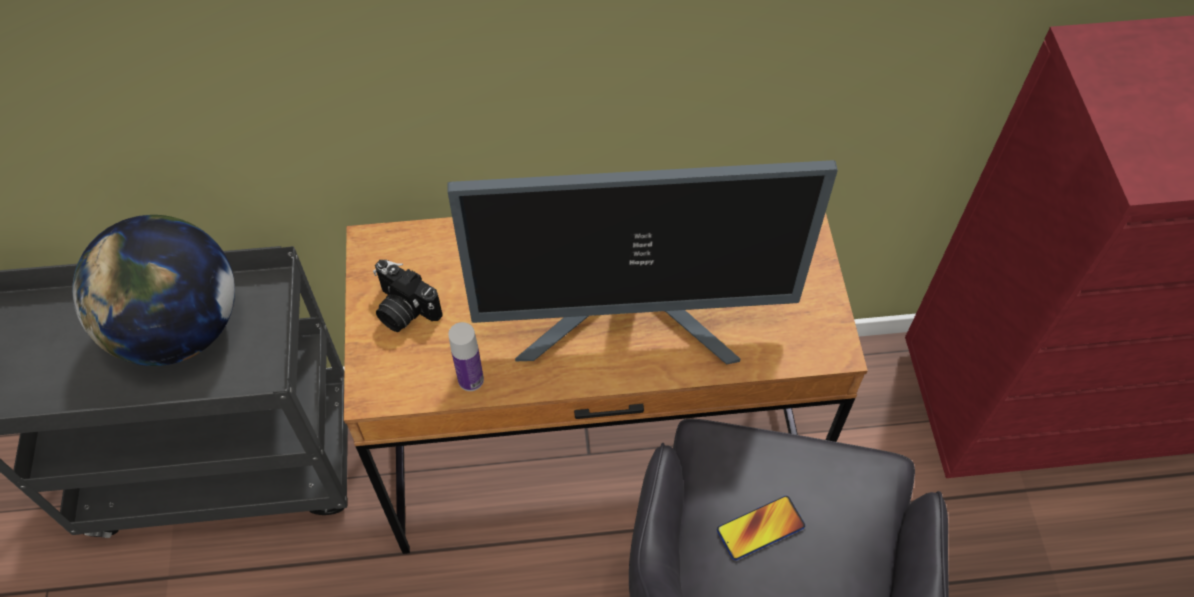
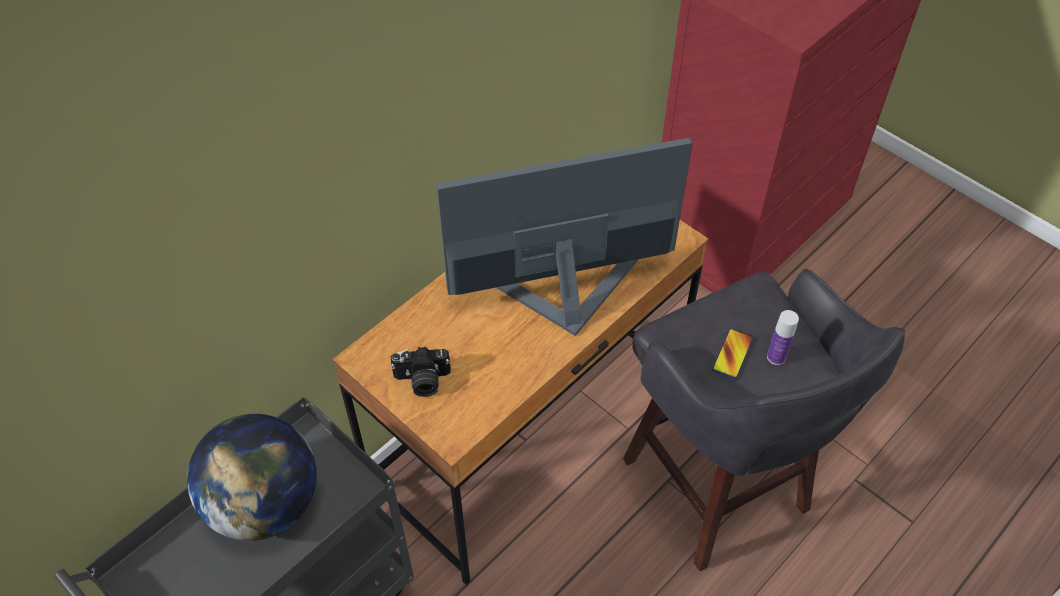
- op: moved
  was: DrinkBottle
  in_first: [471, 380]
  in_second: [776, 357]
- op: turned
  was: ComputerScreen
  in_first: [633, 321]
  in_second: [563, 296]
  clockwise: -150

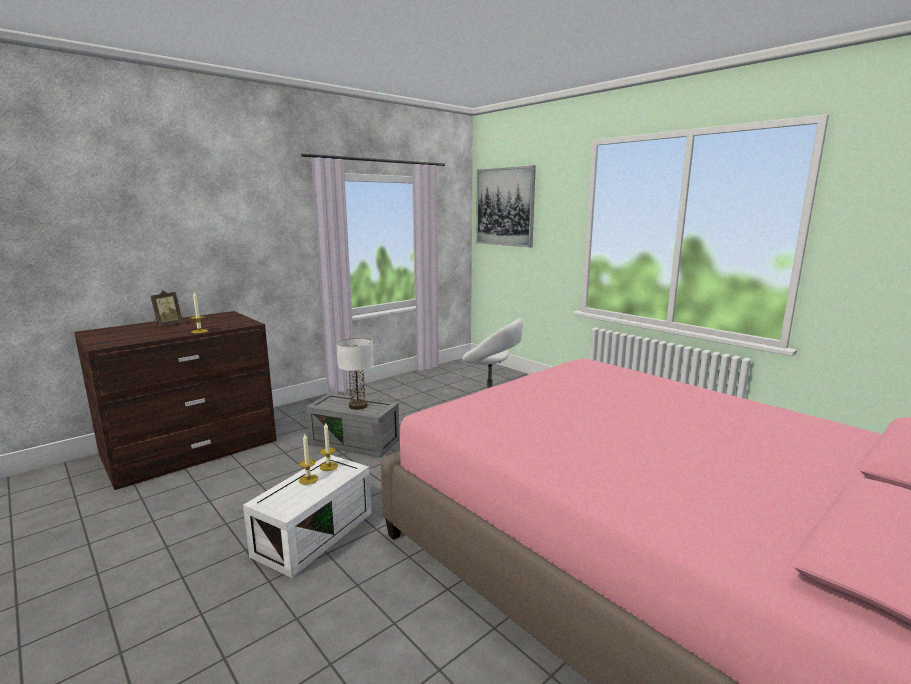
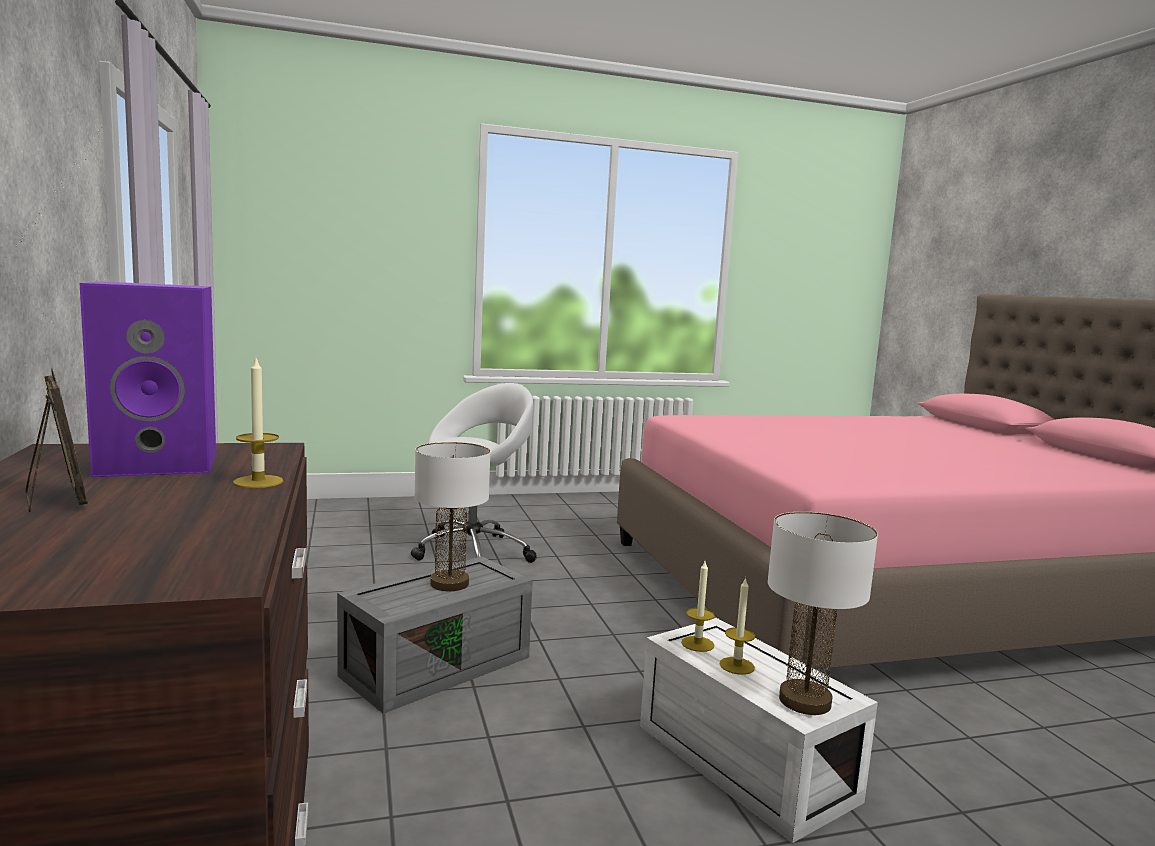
- op: removed
  was: WallPicture
  in_first: [505, 207]
- op: added
  now: PurpleColouredLoudspeaker
  in_second: [162, 463]
- op: added
  now: TabletopLamp
  in_second: [805, 701]

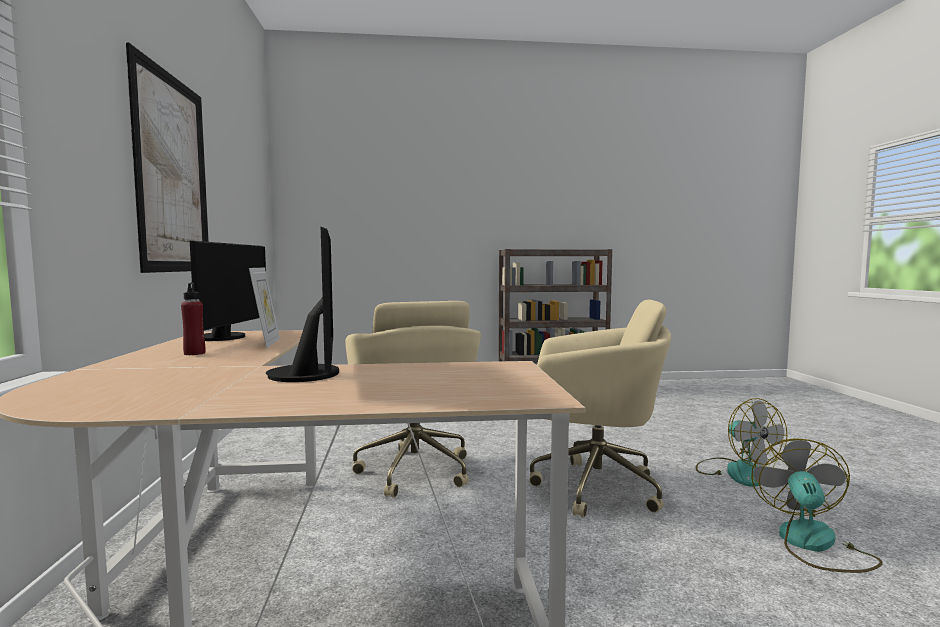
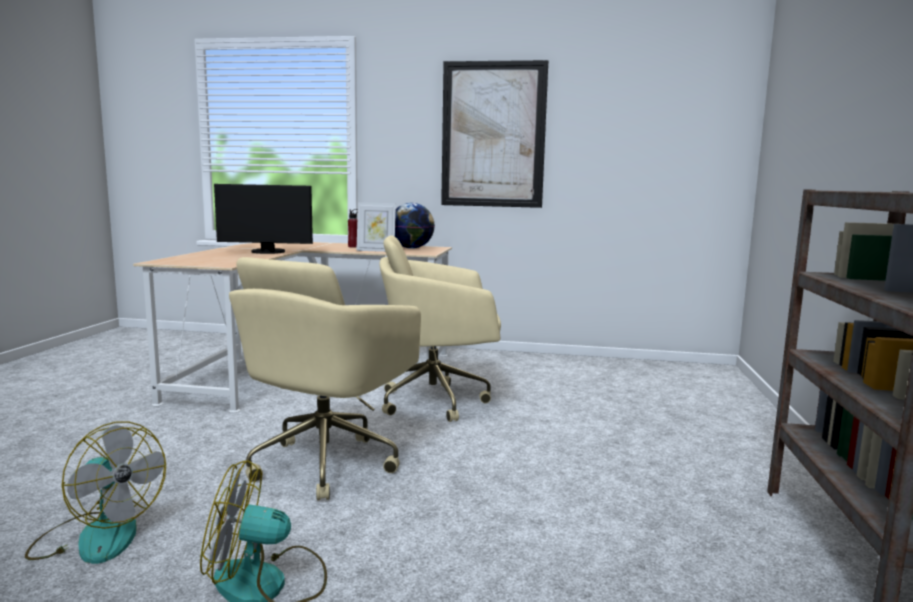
- op: replaced
  was: ComputerScreen
  now: Globe
  in_first: [226, 337]
  in_second: [411, 248]

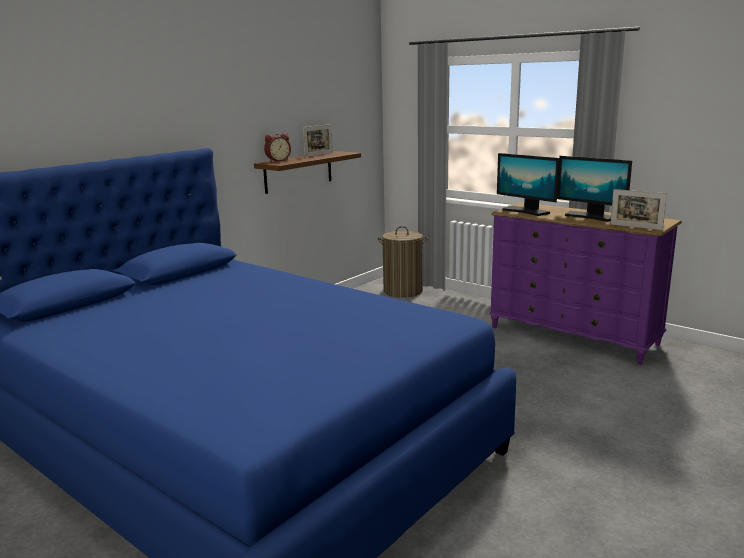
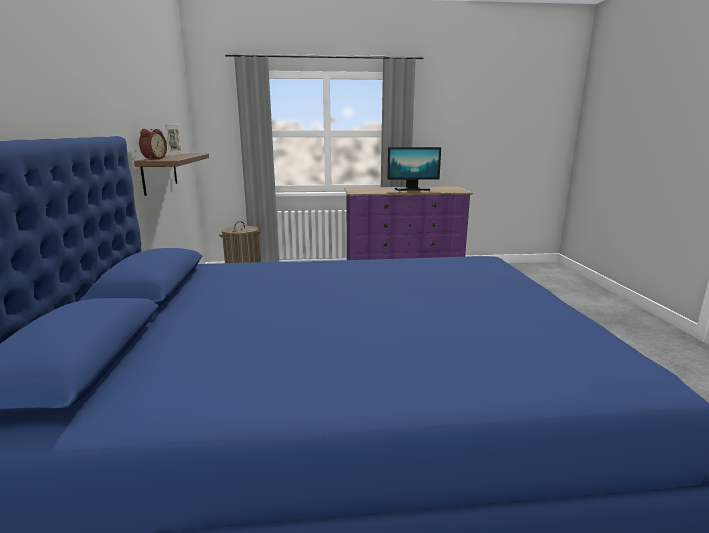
- op: removed
  was: ComputerScreen
  in_first: [526, 211]
- op: removed
  was: StandingFrame
  in_first: [636, 227]

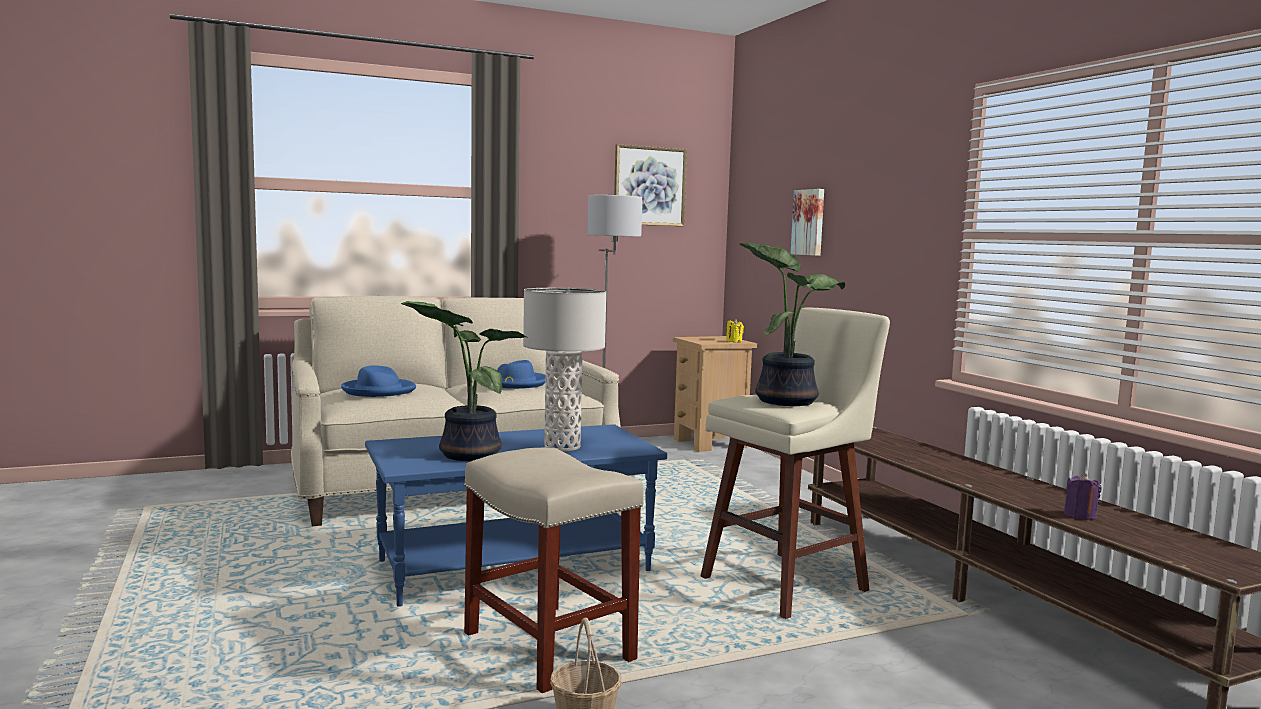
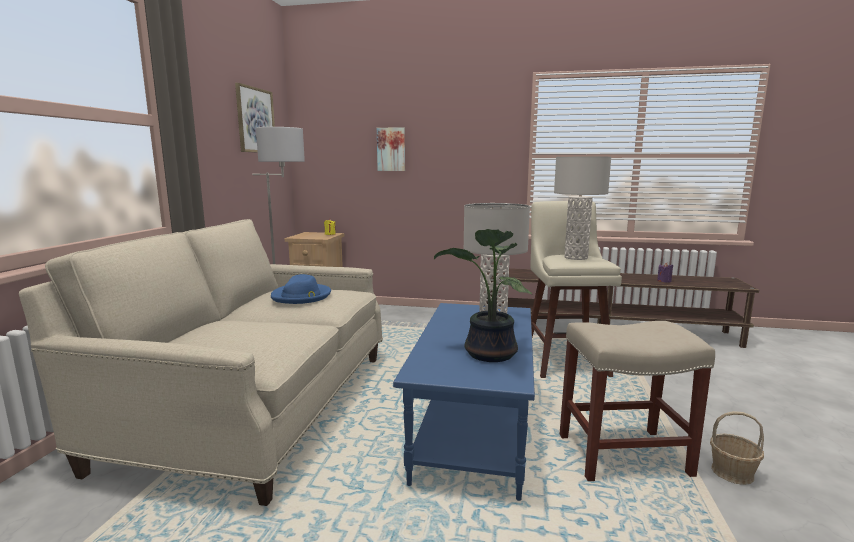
- op: removed
  was: BlueWearableHat
  in_first: [378, 391]
- op: replaced
  was: Houseplant
  now: WhiteColouredTabletopLamp
  in_first: [785, 400]
  in_second: [575, 257]

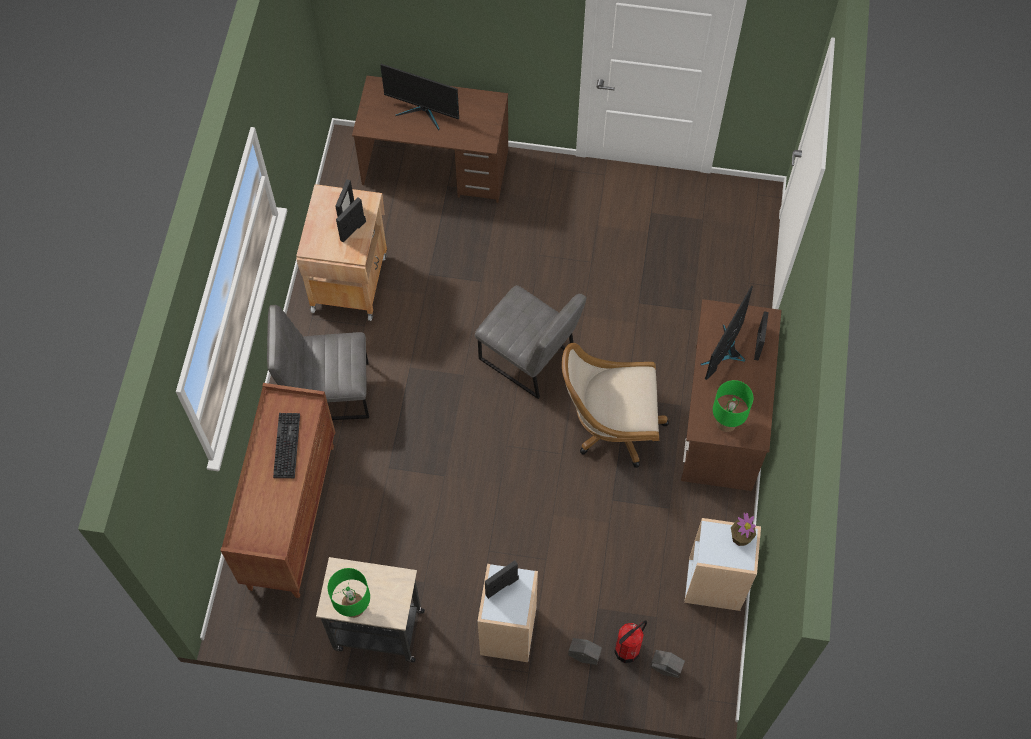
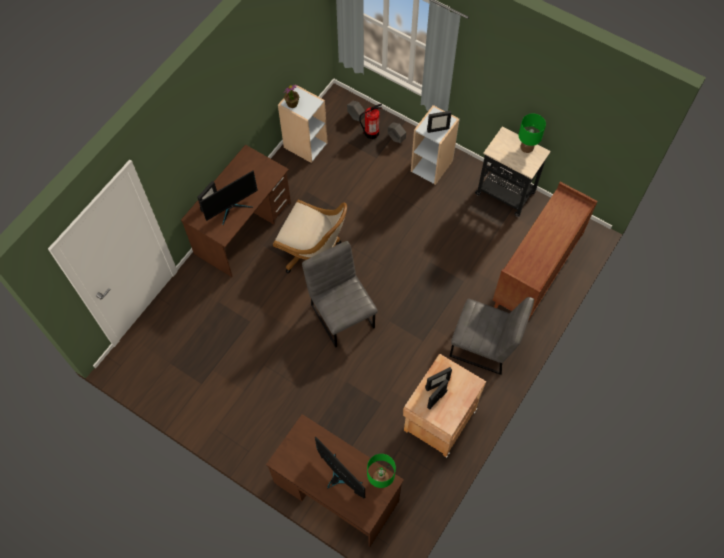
- op: removed
  was: Keyboard
  in_first: [285, 444]
- op: moved
  was: GreenishTabletopLamp
  in_first: [726, 422]
  in_second: [380, 479]

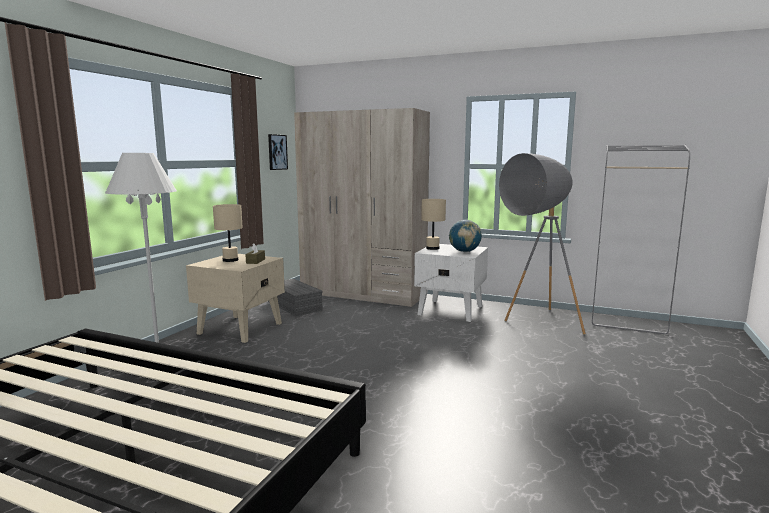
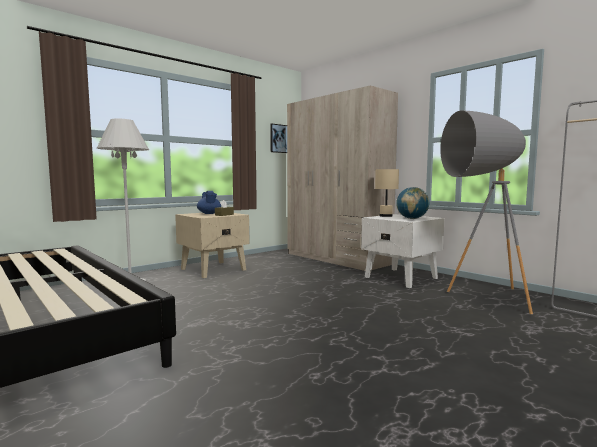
- op: removed
  was: GrayStorageBin
  in_first: [293, 305]
- op: replaced
  was: BeigeTabletopLamp
  now: BlueTeaPot
  in_first: [230, 260]
  in_second: [209, 213]

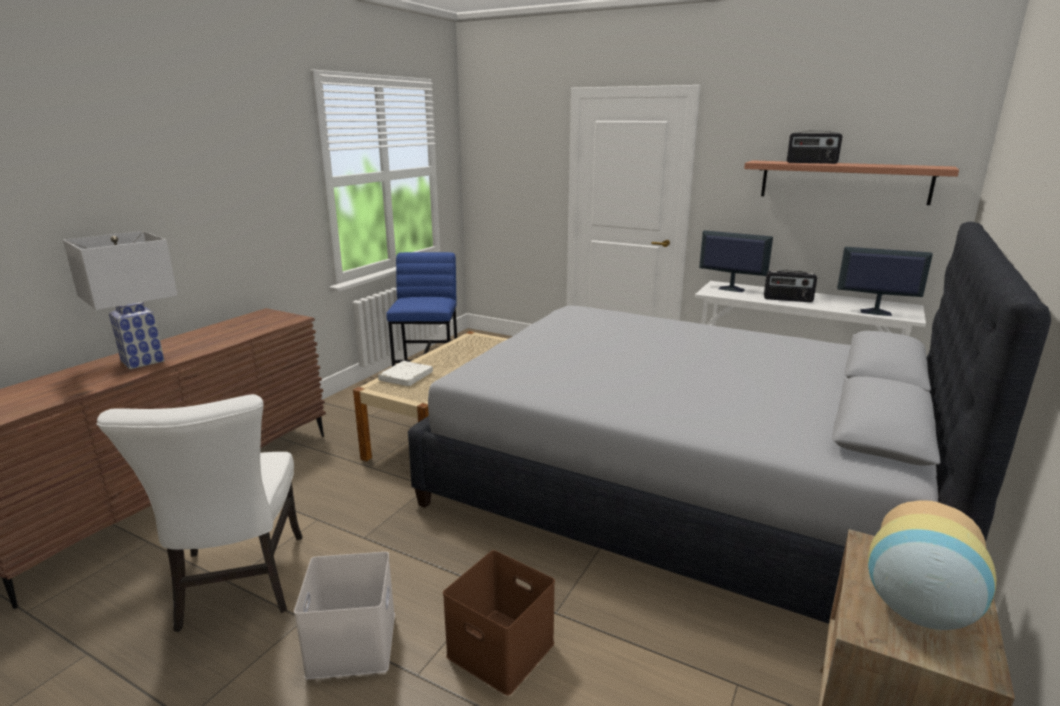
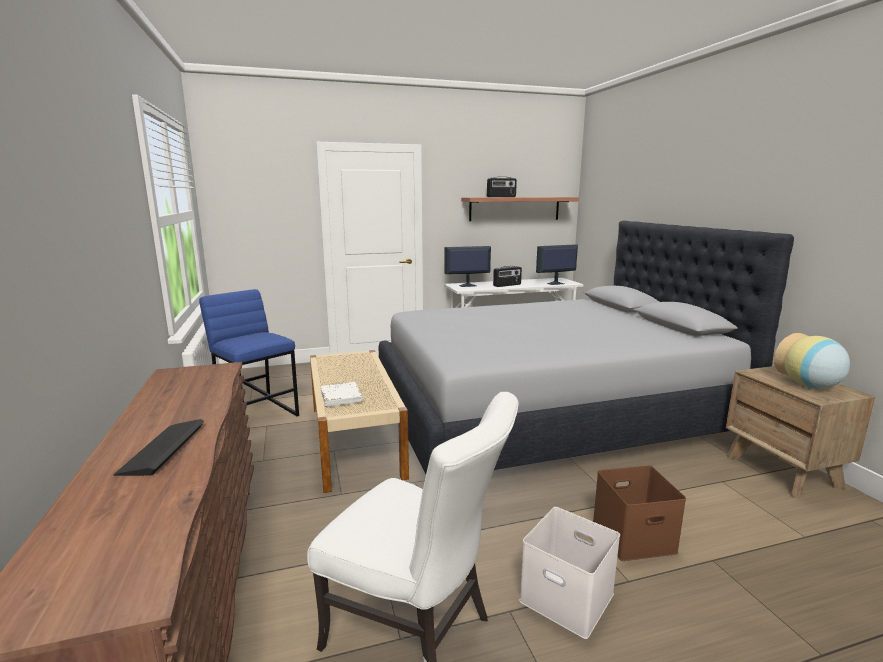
- op: replaced
  was: WhiteColouredTabletopLamp
  now: Keyboard
  in_first: [141, 361]
  in_second: [163, 448]

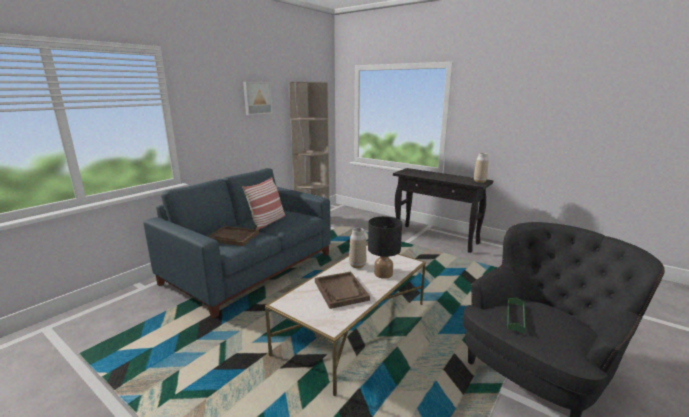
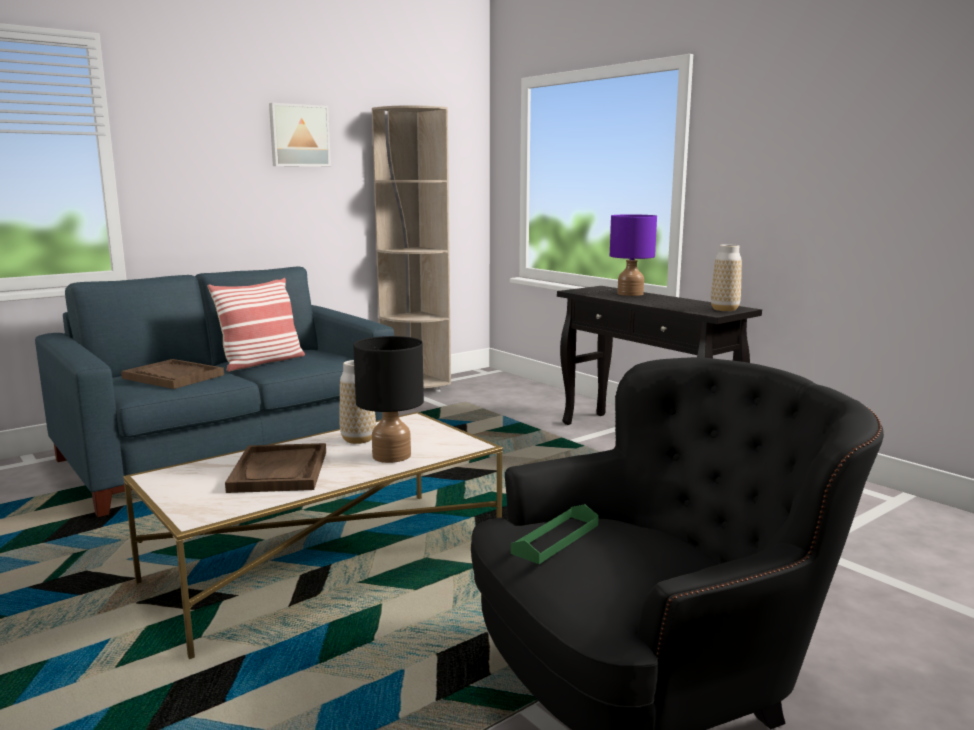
- op: added
  now: PurpleColouredTabletopLamp
  in_second: [630, 294]

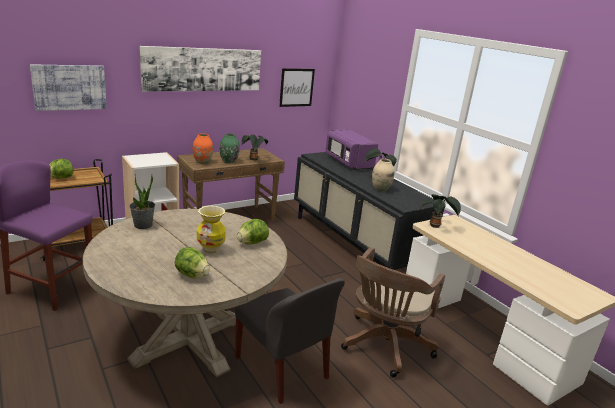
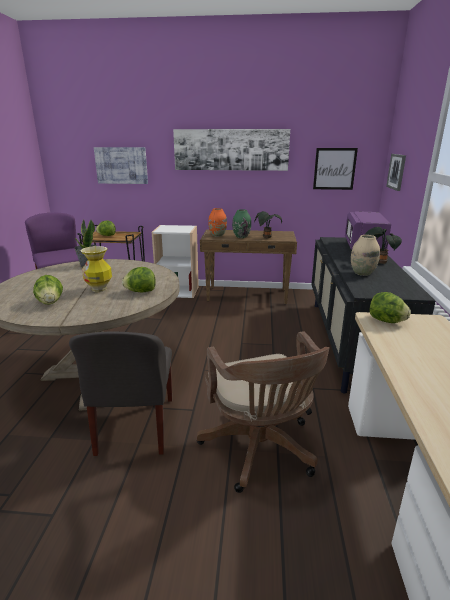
- op: added
  now: WallPicture
  in_second: [396, 171]
- op: replaced
  was: Houseplant
  now: LettuceHead
  in_first: [436, 226]
  in_second: [386, 321]
- op: turned
  was: BrownOfficeChair
  in_first: [384, 346]
  in_second: [260, 451]
  clockwise: -90

